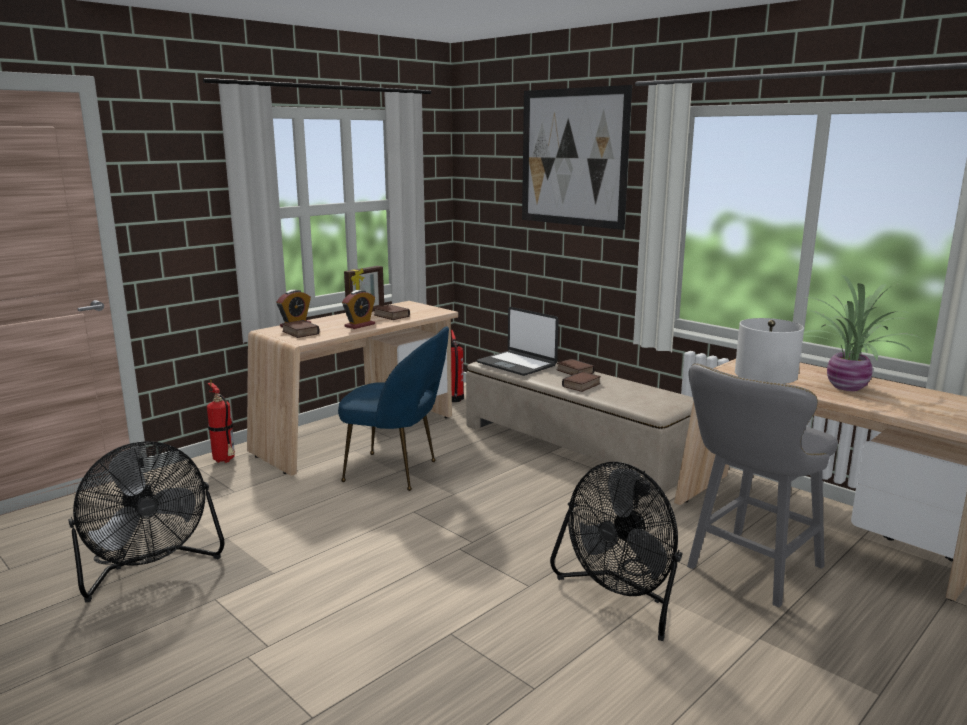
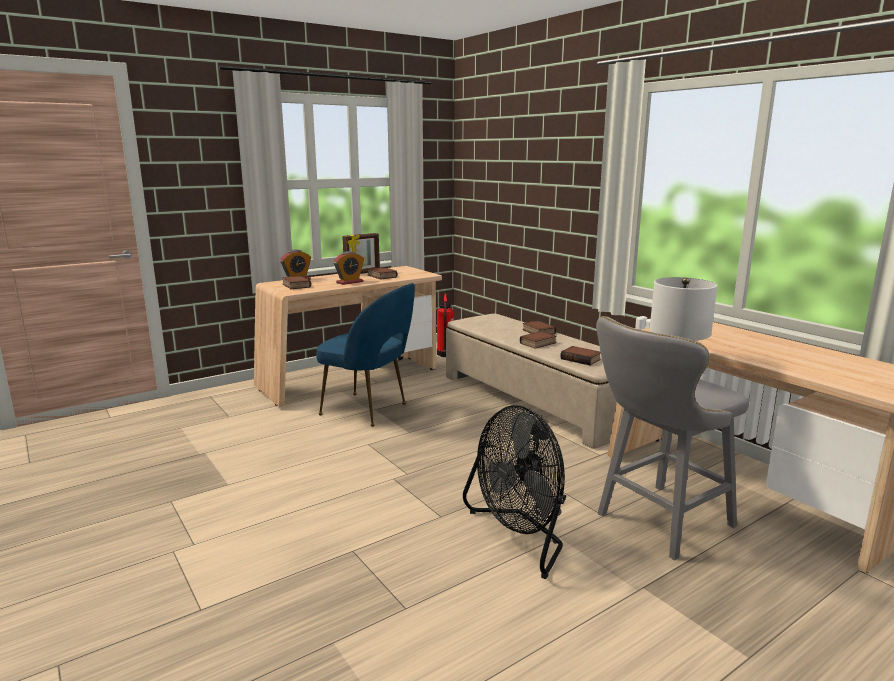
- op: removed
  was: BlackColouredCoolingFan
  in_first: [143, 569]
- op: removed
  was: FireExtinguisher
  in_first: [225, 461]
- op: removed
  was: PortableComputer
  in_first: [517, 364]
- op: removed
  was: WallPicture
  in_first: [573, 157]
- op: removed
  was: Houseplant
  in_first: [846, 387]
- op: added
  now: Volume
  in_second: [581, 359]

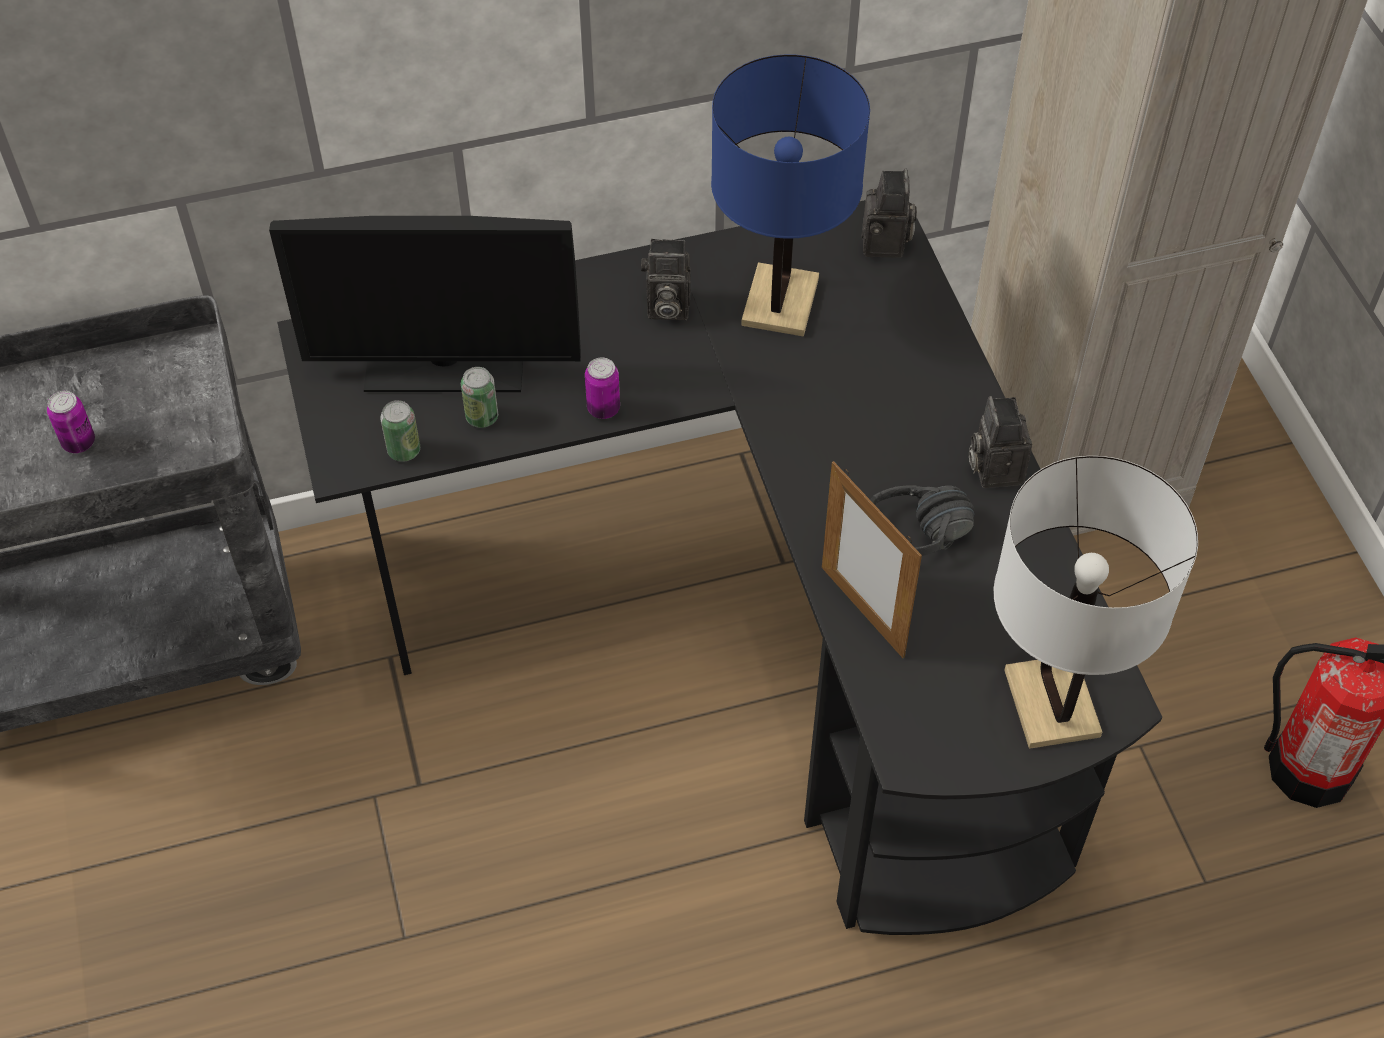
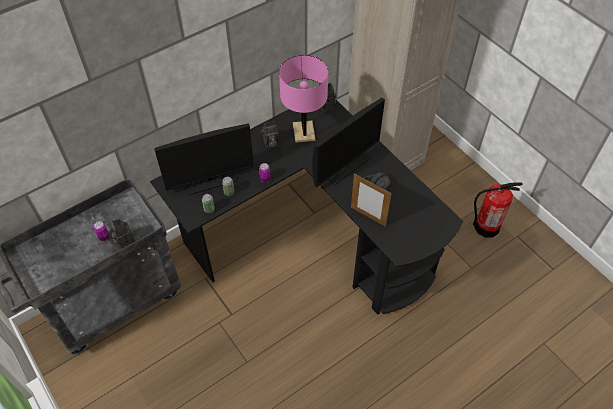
- op: removed
  was: WhiteColouredTabletopLamp
  in_first: [1051, 703]
- op: added
  now: ComputerScreen
  in_second: [344, 165]
- op: moved
  was: StillCamera
  in_first: [994, 467]
  in_second: [124, 240]
- op: recoloured
  was: BlueTabletopLamp
  now: PinkTabletopLamp
  in_first: [780, 302]
  in_second: [303, 132]

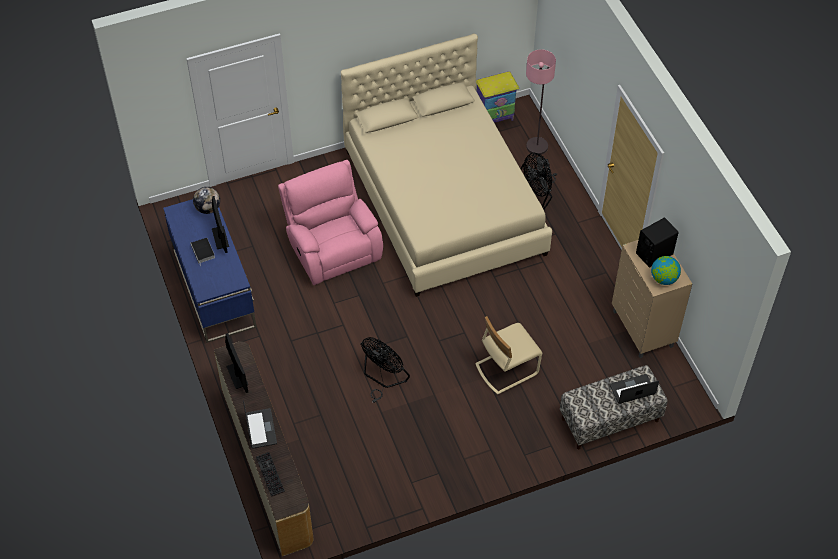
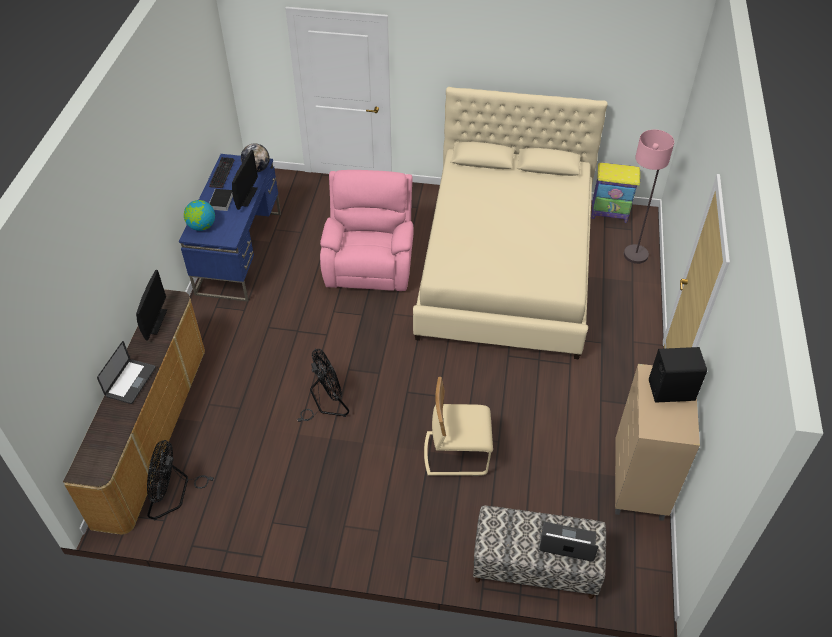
- op: moved
  was: Keyboard
  in_first: [269, 474]
  in_second: [221, 173]
- op: moved
  was: BlackColouredCoolingFan
  in_first: [539, 190]
  in_second: [175, 490]
- op: moved
  was: Globe
  in_first: [663, 279]
  in_second: [202, 226]

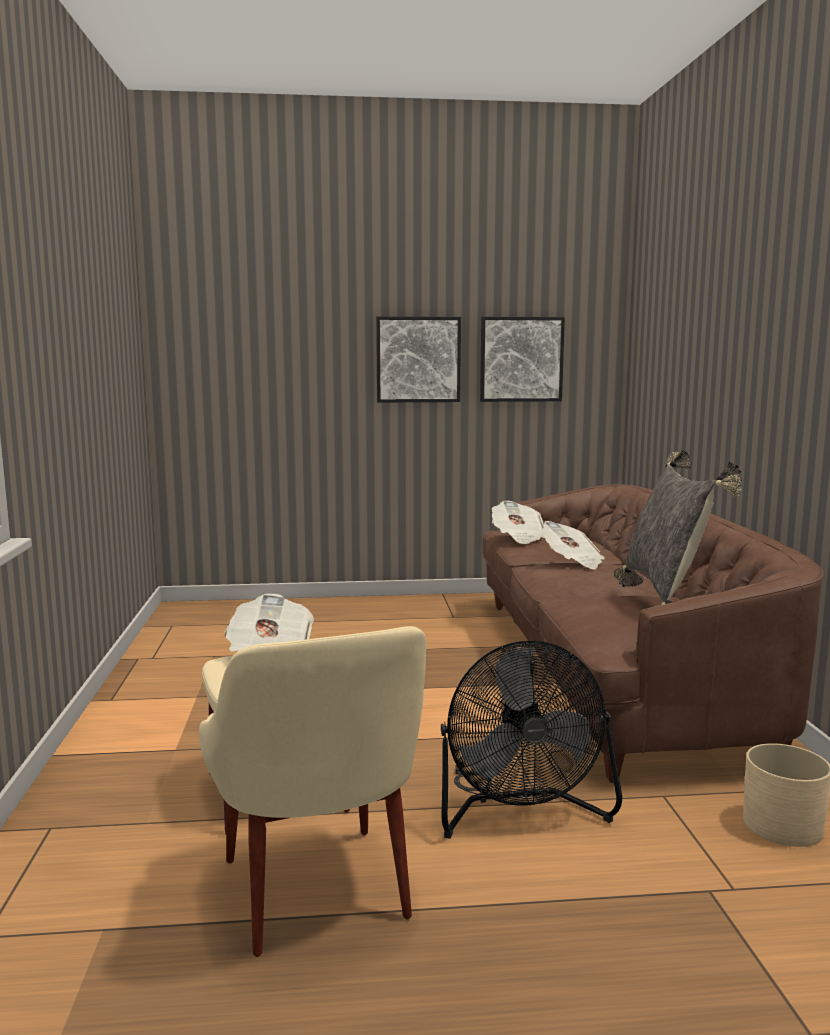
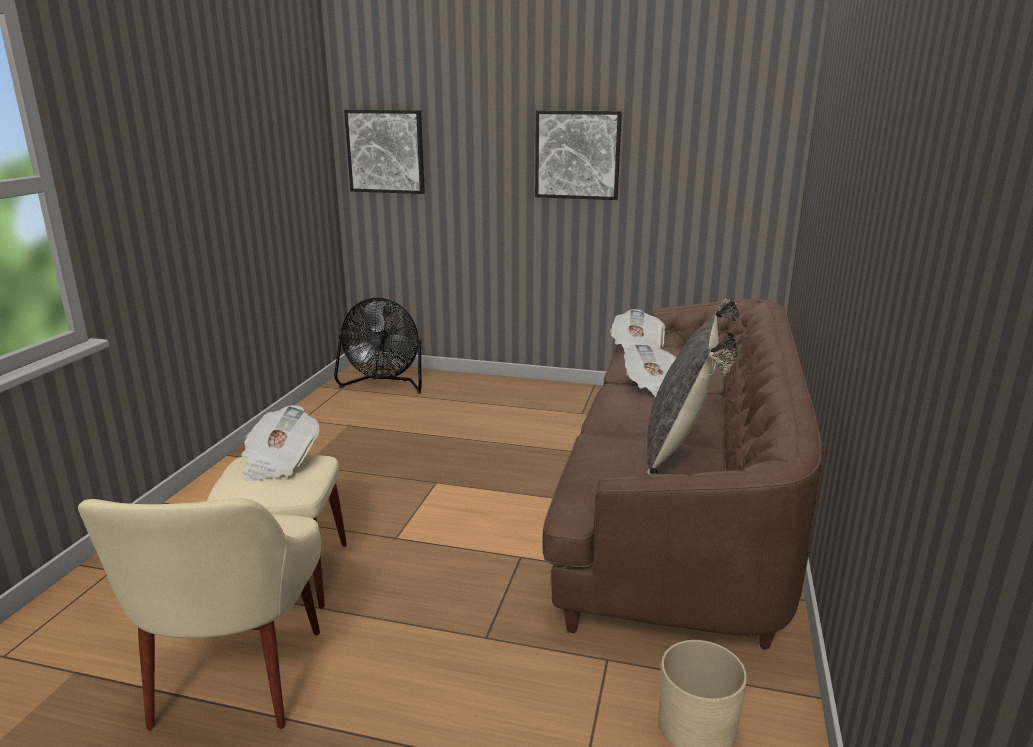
- op: moved
  was: BlackColouredCoolingFan
  in_first: [513, 810]
  in_second: [383, 384]
- op: moved
  was: WallPicture
  in_first: [521, 359]
  in_second: [386, 151]

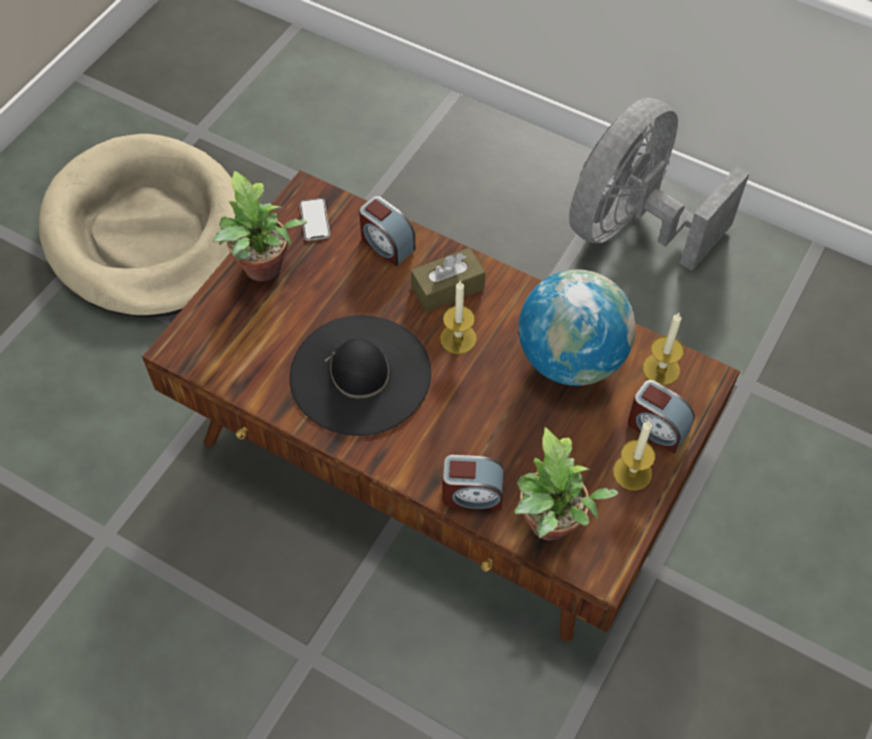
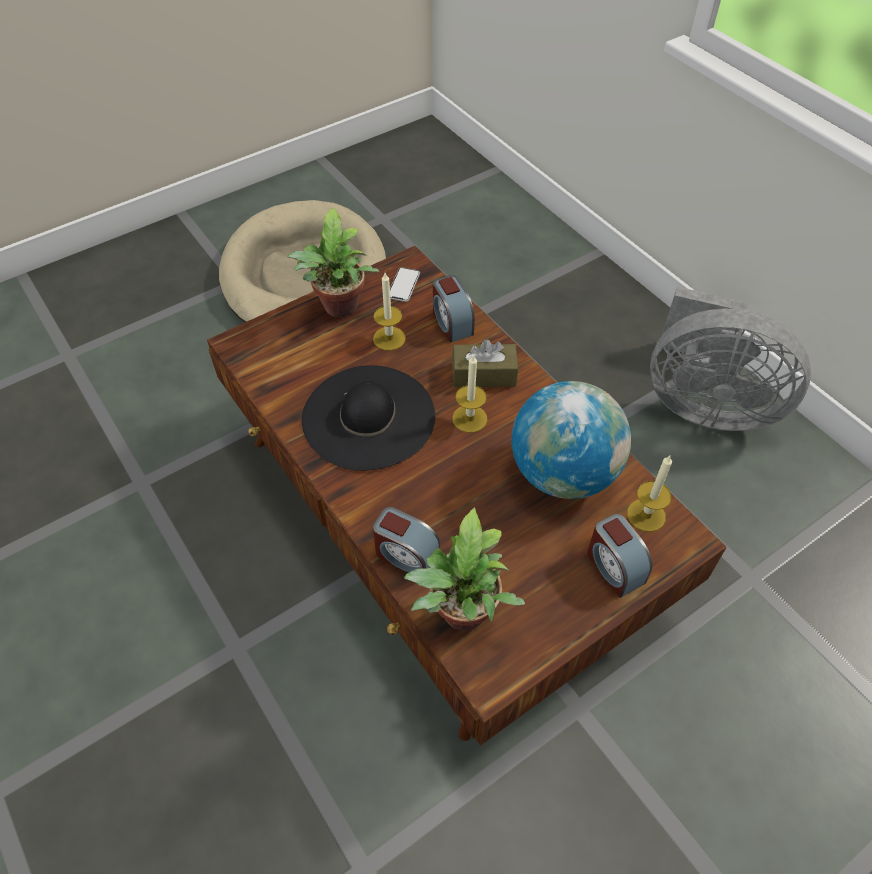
- op: moved
  was: WaxCandle
  in_first: [632, 472]
  in_second: [389, 338]
- op: turned
  was: GrayCoolingFan
  in_first: [633, 227]
  in_second: [704, 404]
  clockwise: -135

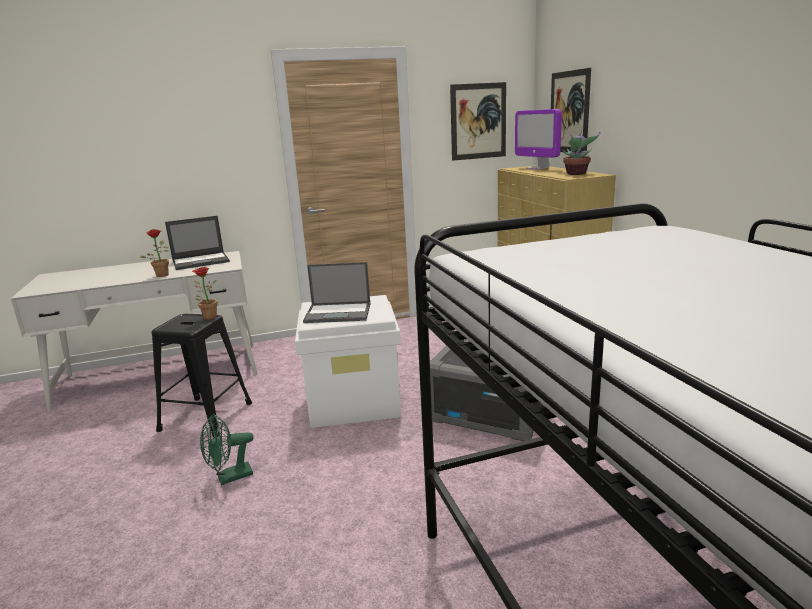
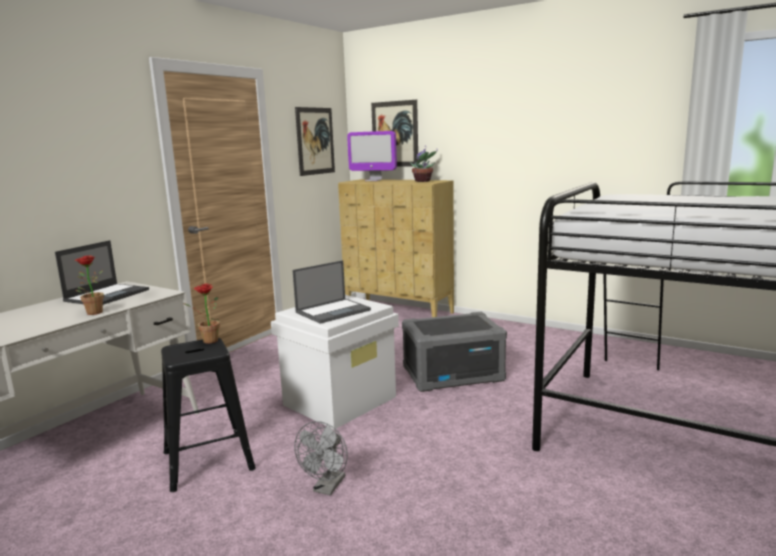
- op: recoloured
  was: GreenishCoolingFan
  now: GrayCoolingFan
  in_first: [229, 478]
  in_second: [327, 488]

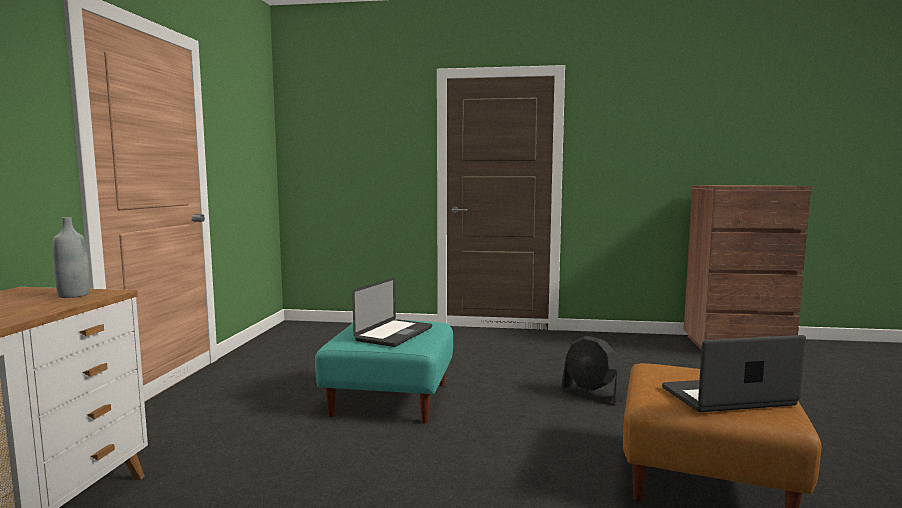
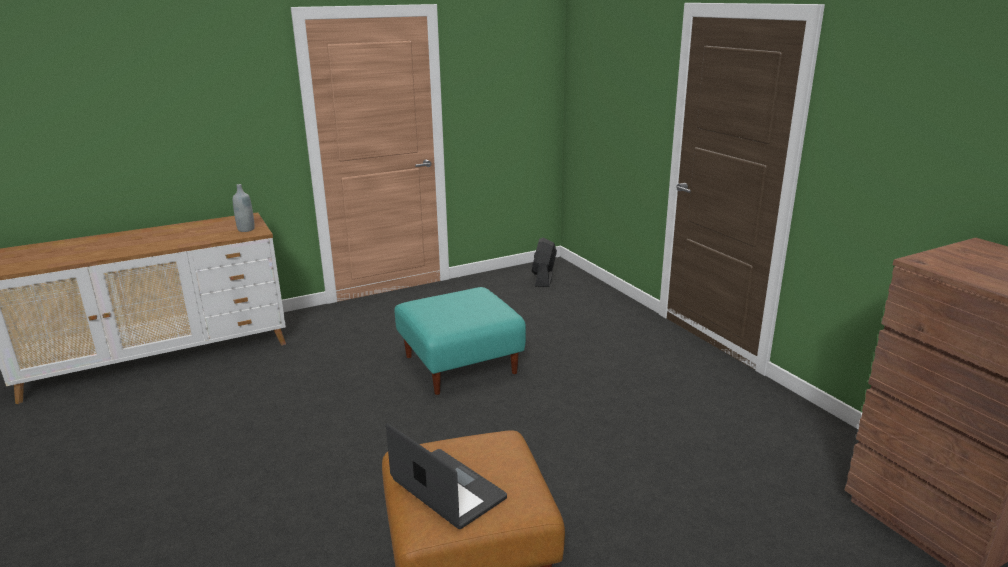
- op: removed
  was: PortableComputer
  in_first: [394, 334]
- op: moved
  was: BlackColouredCoolingFan
  in_first: [591, 394]
  in_second: [543, 279]

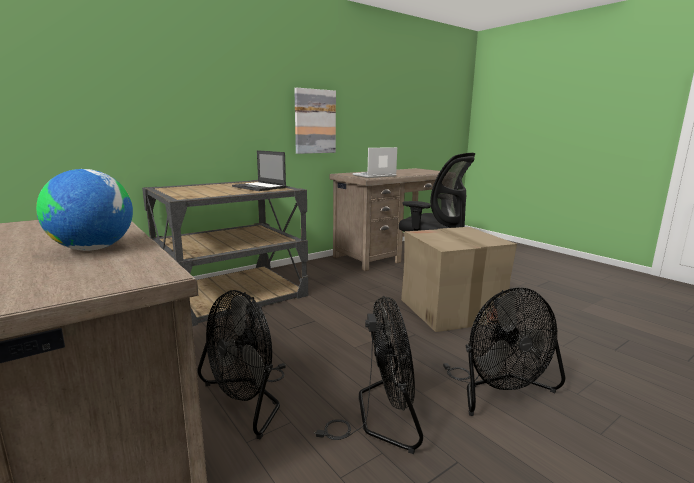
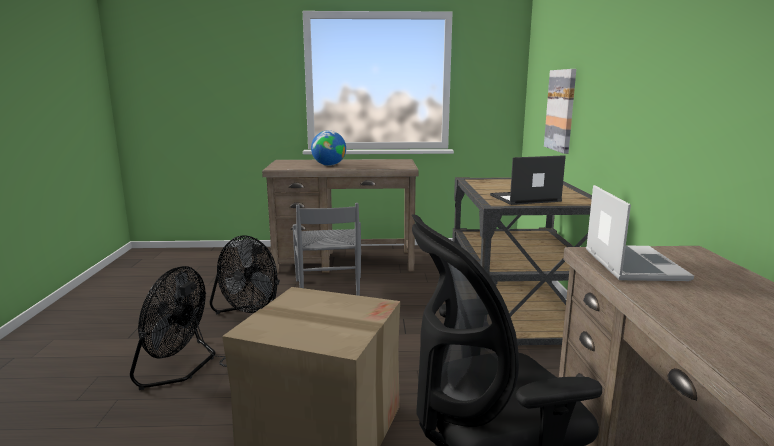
- op: moved
  was: WallPicture
  in_first: [315, 121]
  in_second: [561, 110]
- op: replaced
  was: BlackColouredCoolingFan
  now: GrayChair
  in_first: [248, 397]
  in_second: [329, 289]

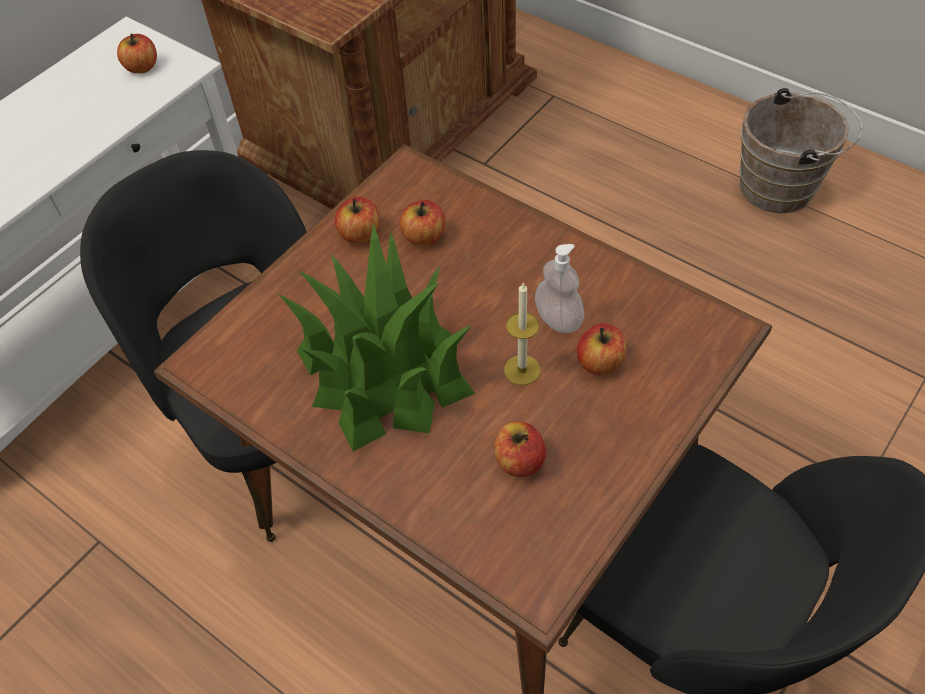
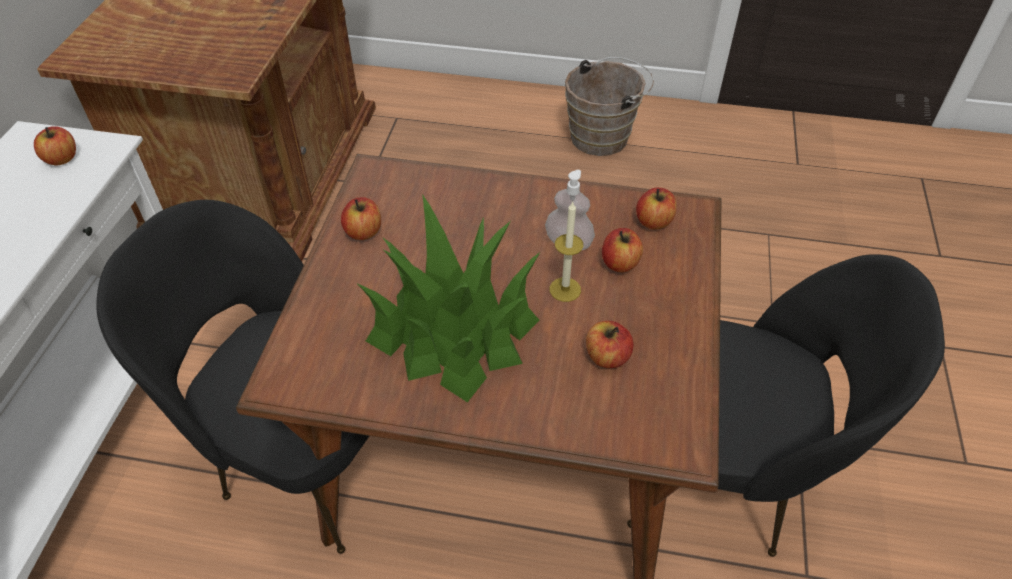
- op: moved
  was: WholeApple
  in_first: [424, 236]
  in_second: [654, 221]

